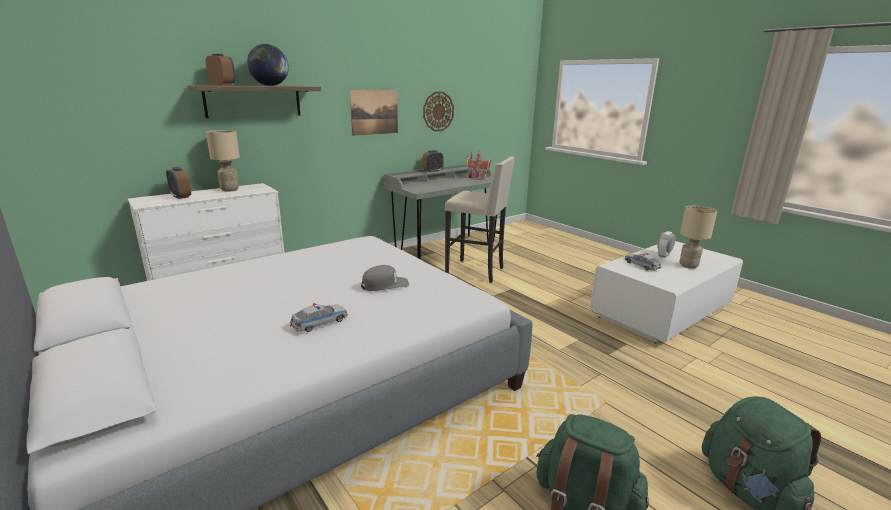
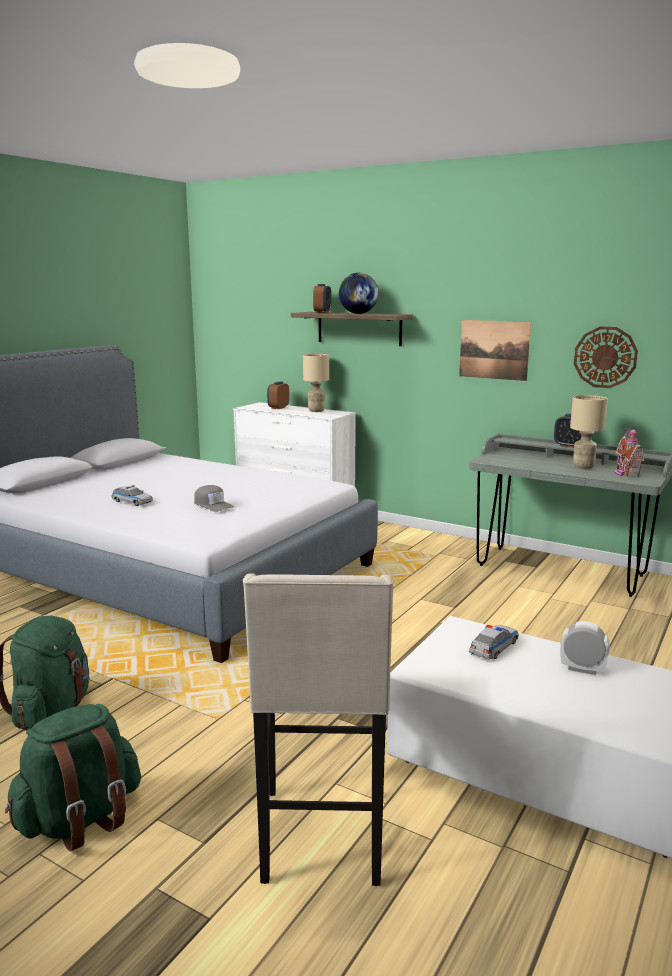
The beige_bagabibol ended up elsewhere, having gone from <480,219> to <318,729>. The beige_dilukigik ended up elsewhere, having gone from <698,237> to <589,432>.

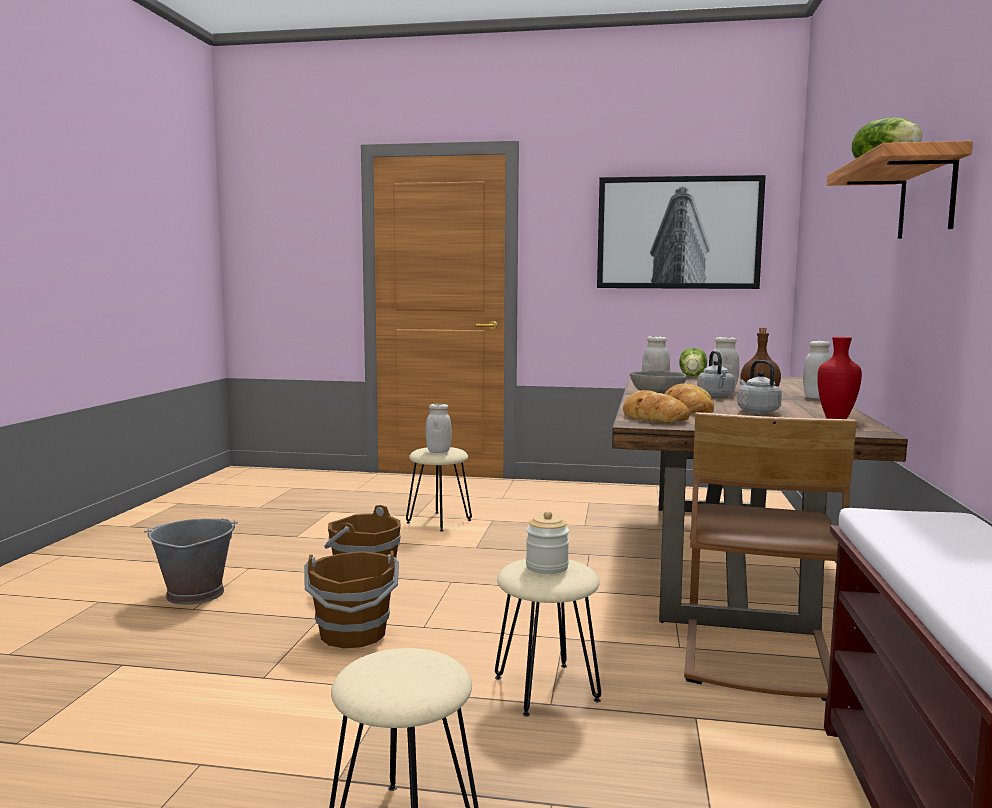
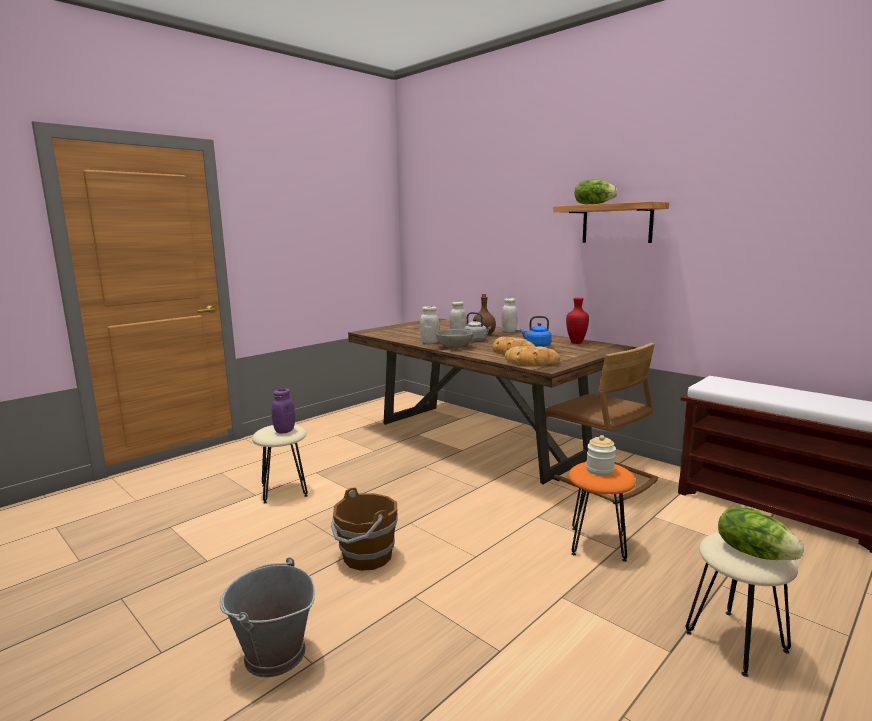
What was the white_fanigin at <439,428> turned into the purple_fanigin at <283,411>. What was the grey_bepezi at <759,386> turned into the blue_bepezi at <536,331>. What was the beige_bagabibol at <548,638> turned into the orange_bagabibol at <602,512>. The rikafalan ended up elsewhere, having gone from <693,362> to <761,533>. The second view lost the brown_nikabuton at <351,599>. The second view lost the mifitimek at <681,232>.

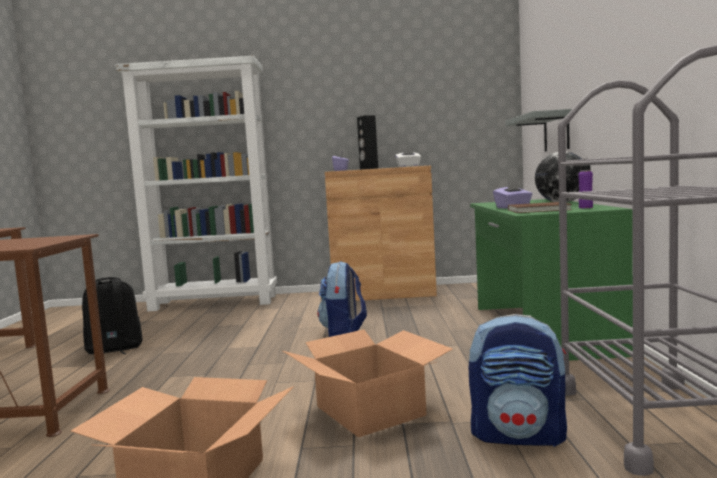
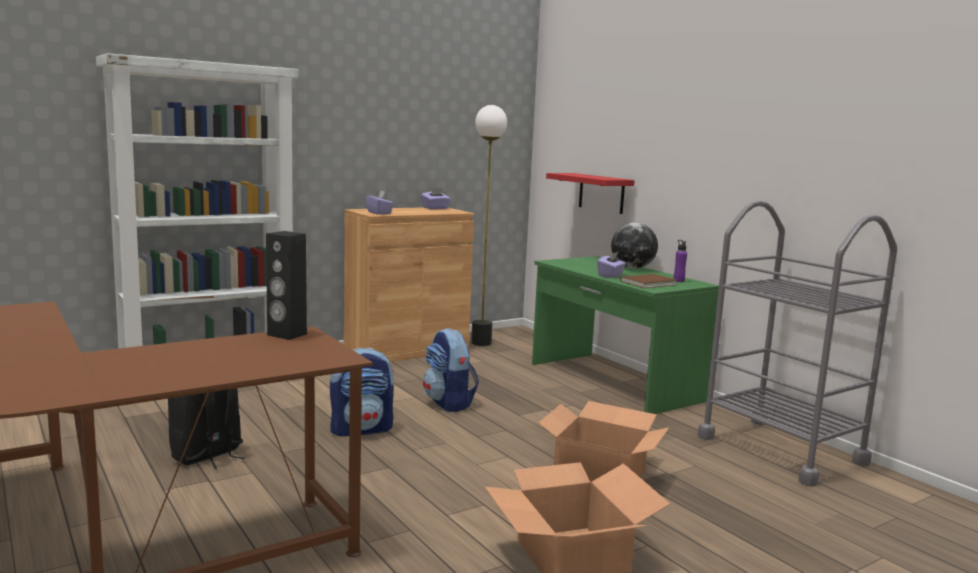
The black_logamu ended up elsewhere, having gone from <367,143> to <286,285>. The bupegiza ended up elsewhere, having gone from <518,380> to <362,392>. What was the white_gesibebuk at <408,157> turned into the purple_gesibebuk at <436,198>. The second view gained the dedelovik at <489,225>. What was the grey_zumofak at <538,130> turned into the red_zumofak at <590,193>.

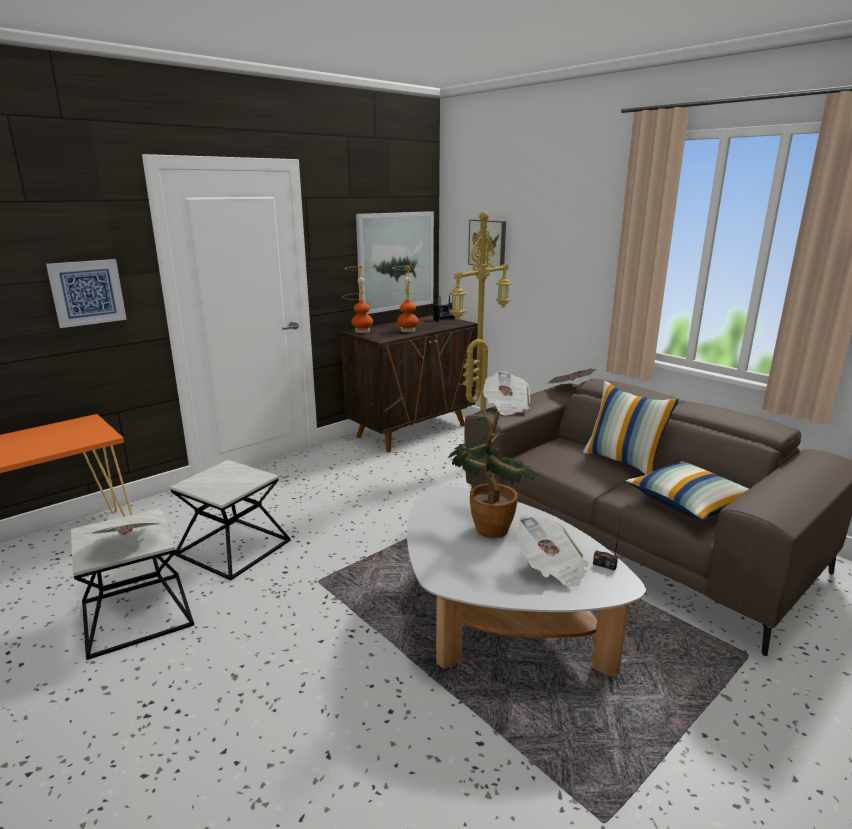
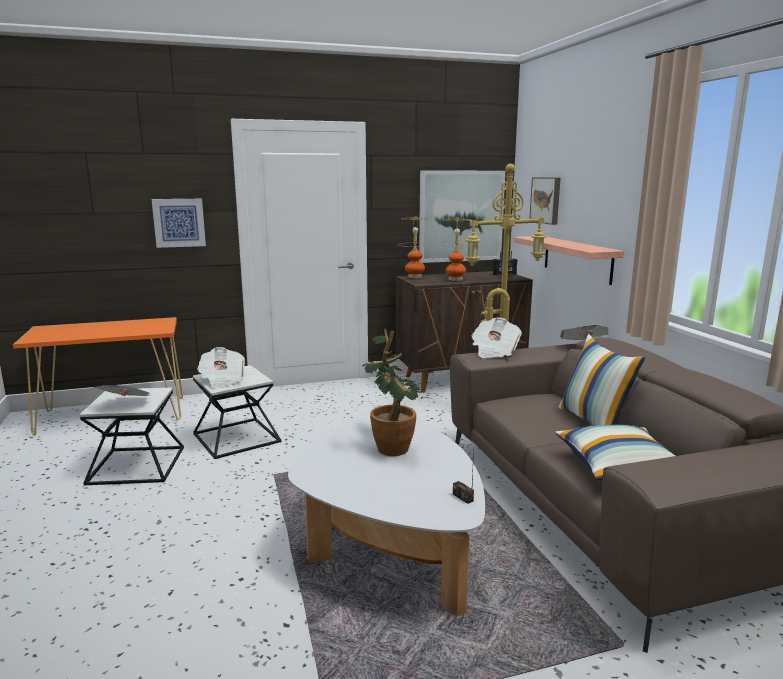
The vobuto ended up elsewhere, having gone from <552,552> to <221,368>. The second view gained the zumofak at <568,260>.

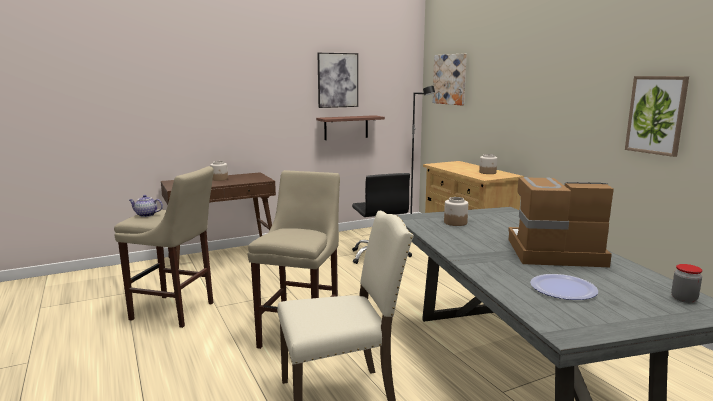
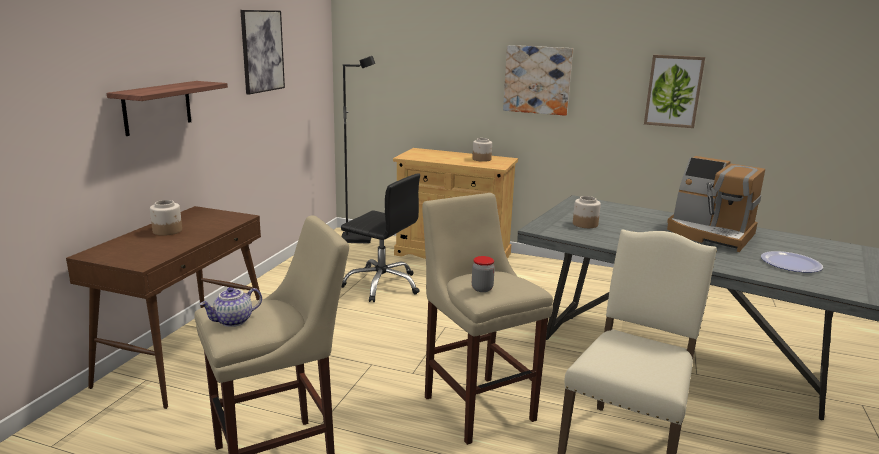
The zumofak ended up elsewhere, having gone from <350,127> to <167,108>. The fanigin ended up elsewhere, having gone from <686,283> to <483,274>. The mifitimek ended up elsewhere, having gone from <450,79> to <538,80>. The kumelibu at <561,222> ended up facing another way, 105 degrees counterclockwise from before.

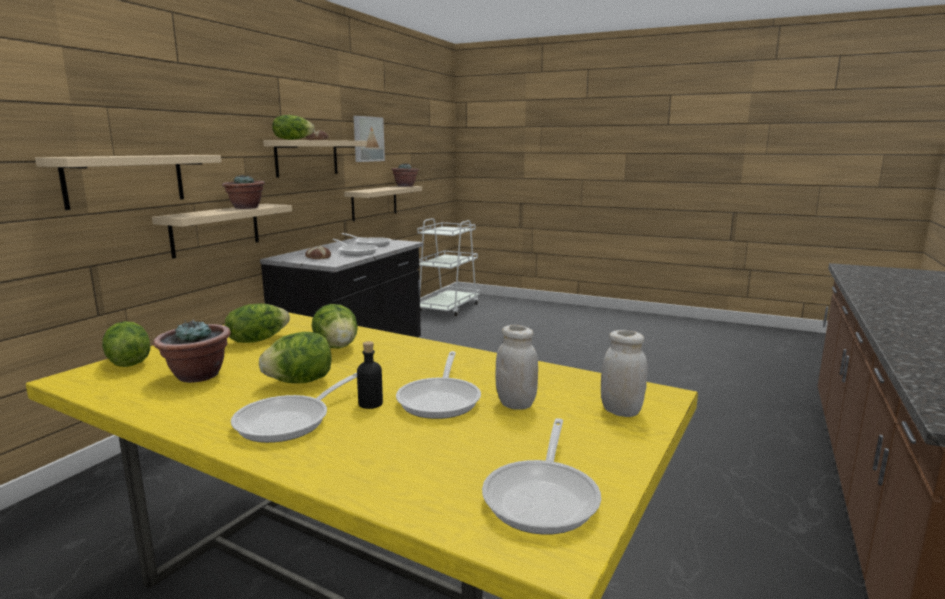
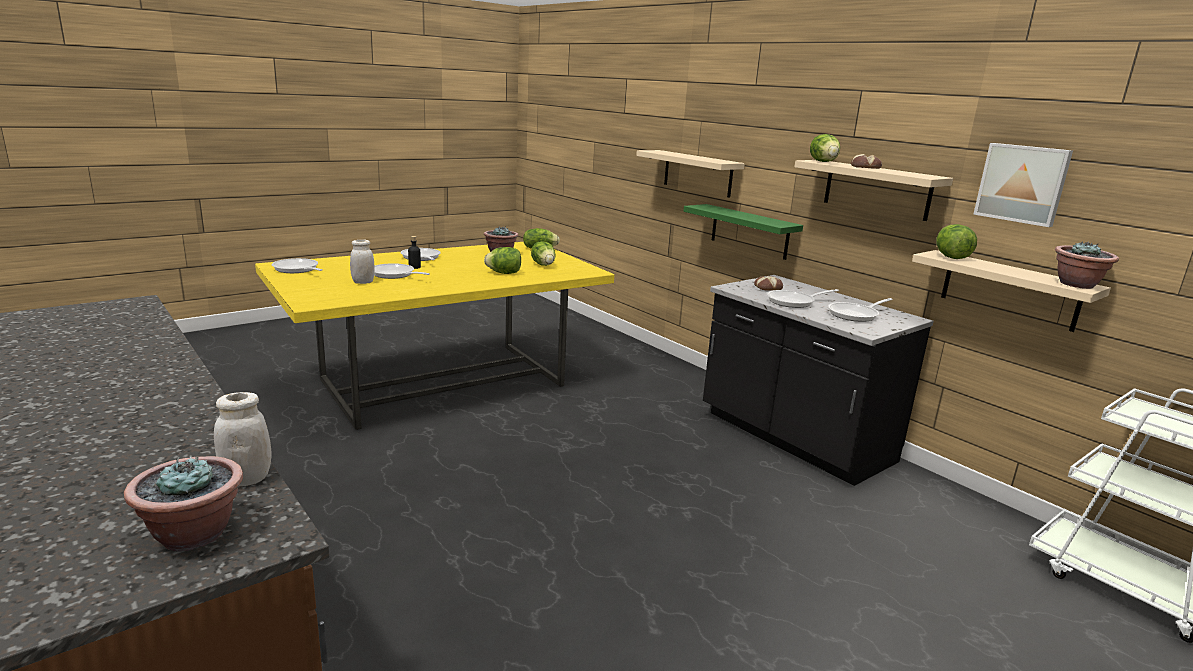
The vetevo ended up elsewhere, having gone from <243,191> to <183,503>. The white_fanigin ended up elsewhere, having gone from <624,373> to <242,439>. What was the beige_zumofak at <222,231> turned into the green_zumofak at <743,232>. The rikafalan ended up elsewhere, having gone from <295,357> to <956,241>.

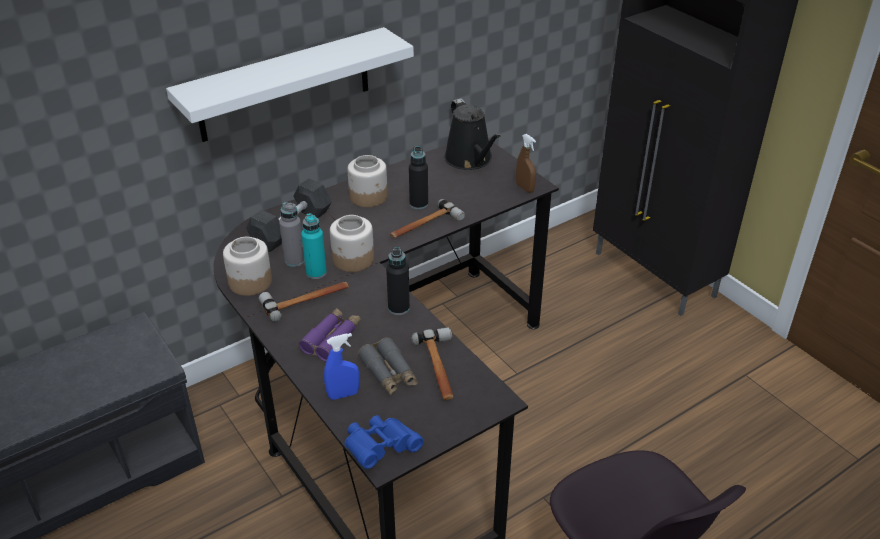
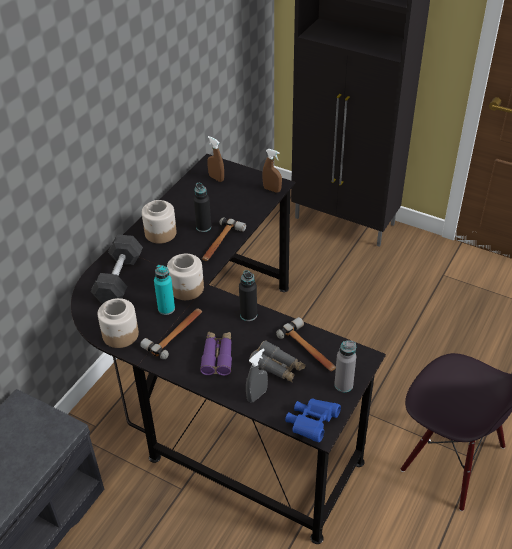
Where the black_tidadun stood at <472,134>, the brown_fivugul came to stand at <215,159>. What was the blue_fivugul at <342,366> turned into the grey_fivugul at <257,375>. The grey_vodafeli ended up elsewhere, having gone from <292,234> to <345,366>. The second view lost the white_zumofak at <290,84>.

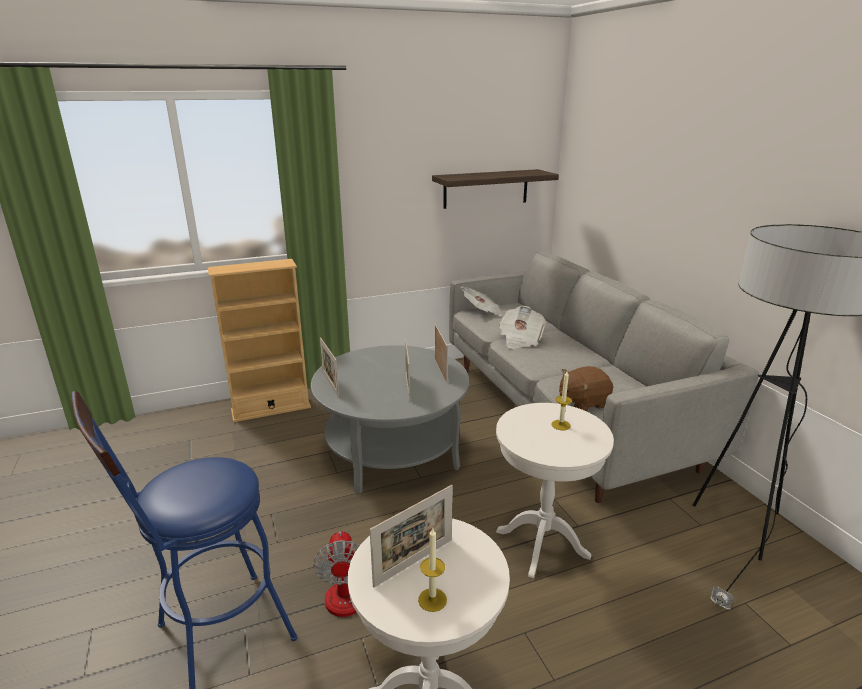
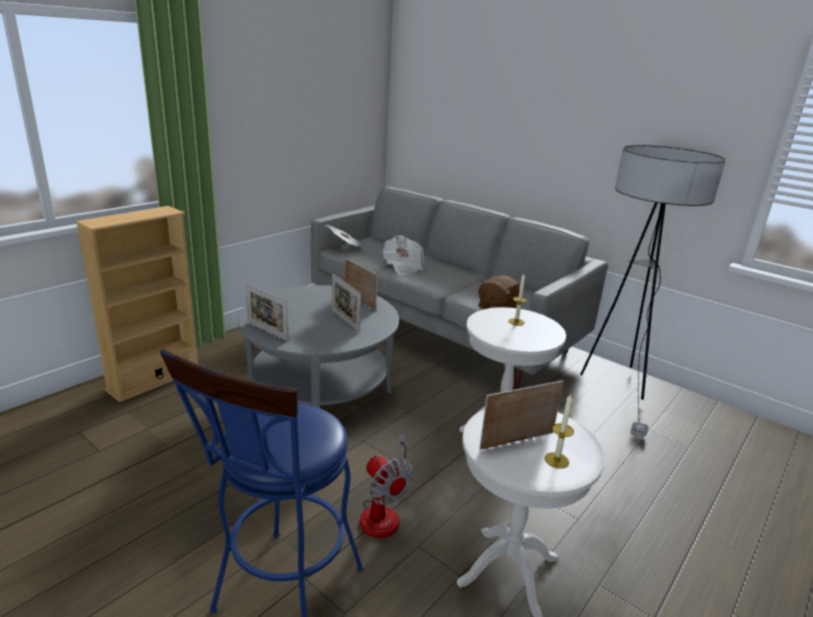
The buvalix at <411,536> ended up facing another way, 135 degrees counterclockwise from before. The second view lost the zumofak at <495,189>.

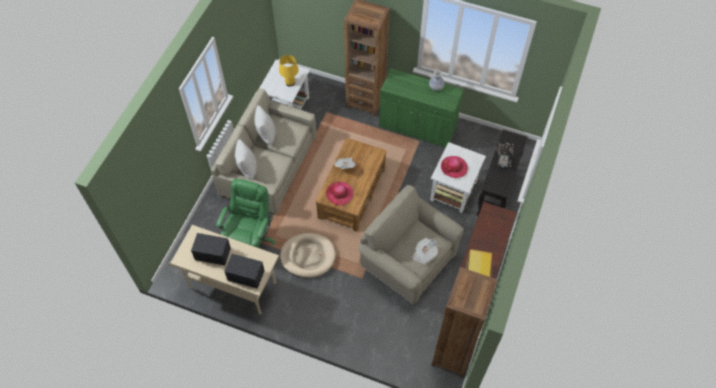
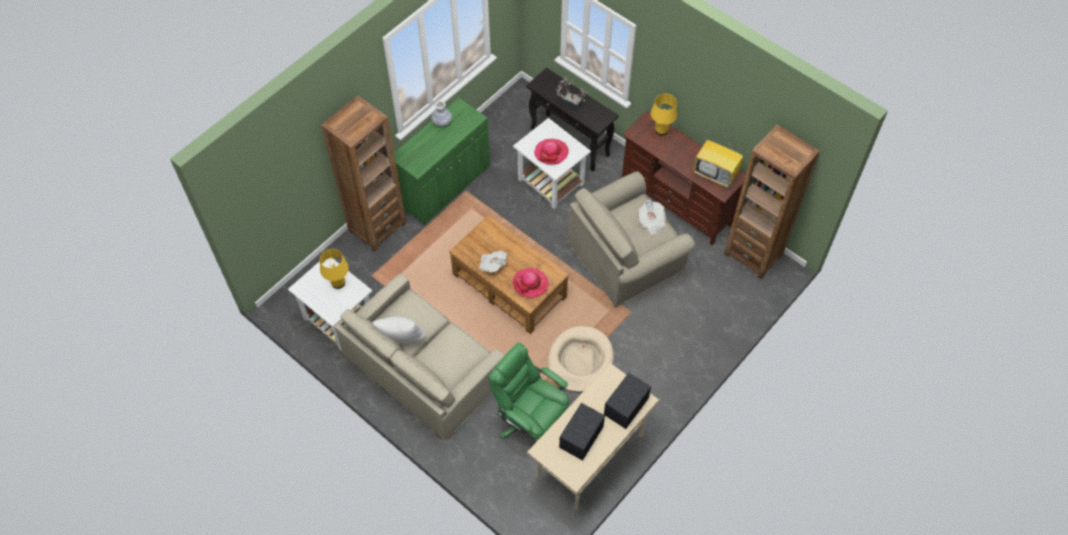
The second view gained the yellow_dilukigik at <664,114>. The second view lost the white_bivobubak at <246,159>.

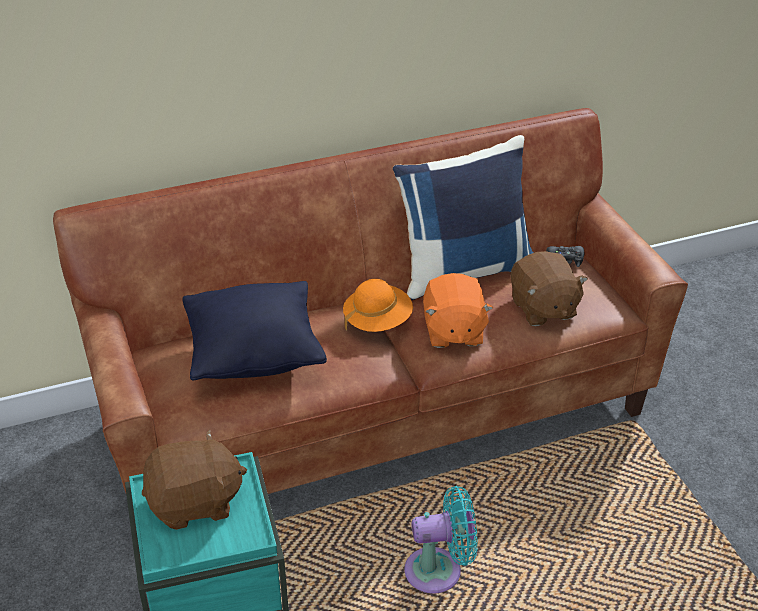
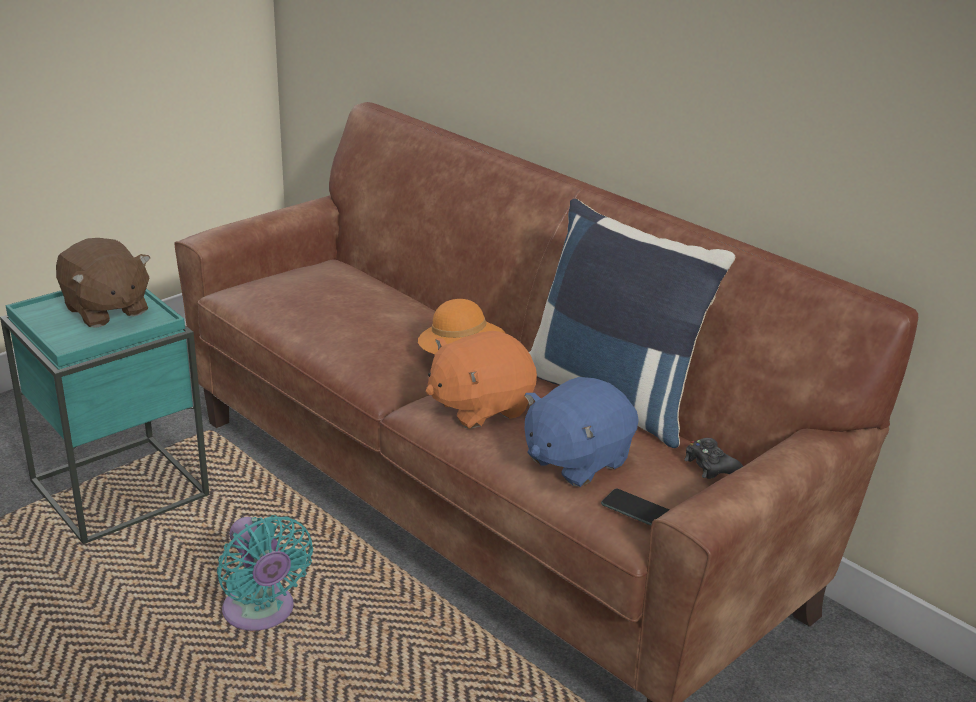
What was the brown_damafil at <549,288> turned into the blue_damafil at <582,432>. The second view gained the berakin at <635,507>. The second view lost the black_bivobubak at <254,330>.

